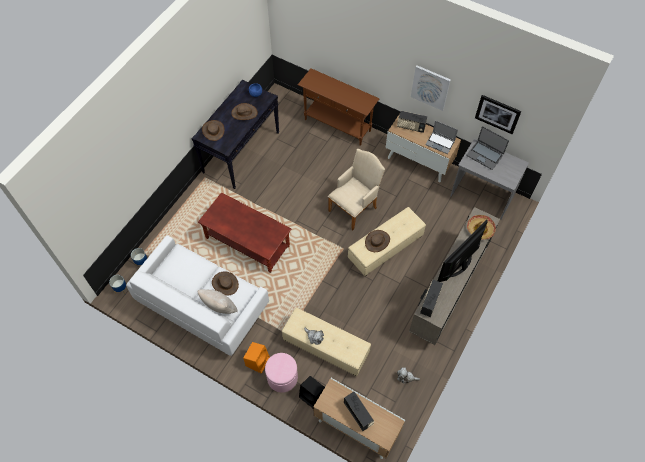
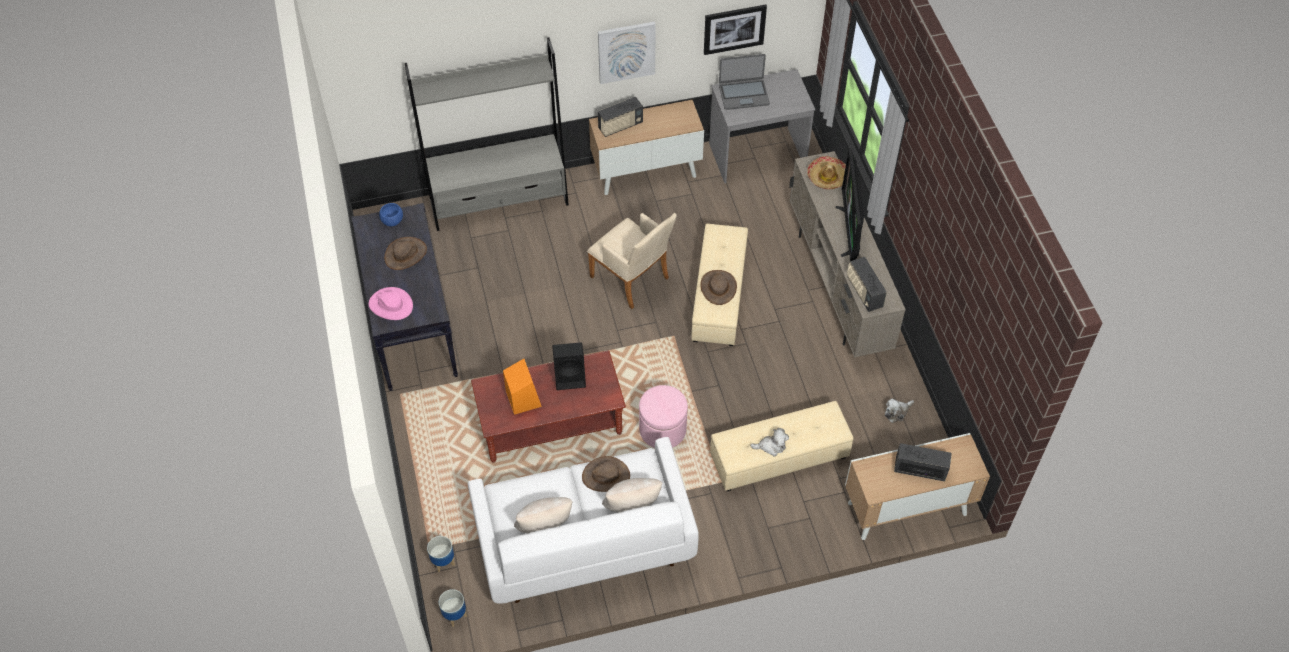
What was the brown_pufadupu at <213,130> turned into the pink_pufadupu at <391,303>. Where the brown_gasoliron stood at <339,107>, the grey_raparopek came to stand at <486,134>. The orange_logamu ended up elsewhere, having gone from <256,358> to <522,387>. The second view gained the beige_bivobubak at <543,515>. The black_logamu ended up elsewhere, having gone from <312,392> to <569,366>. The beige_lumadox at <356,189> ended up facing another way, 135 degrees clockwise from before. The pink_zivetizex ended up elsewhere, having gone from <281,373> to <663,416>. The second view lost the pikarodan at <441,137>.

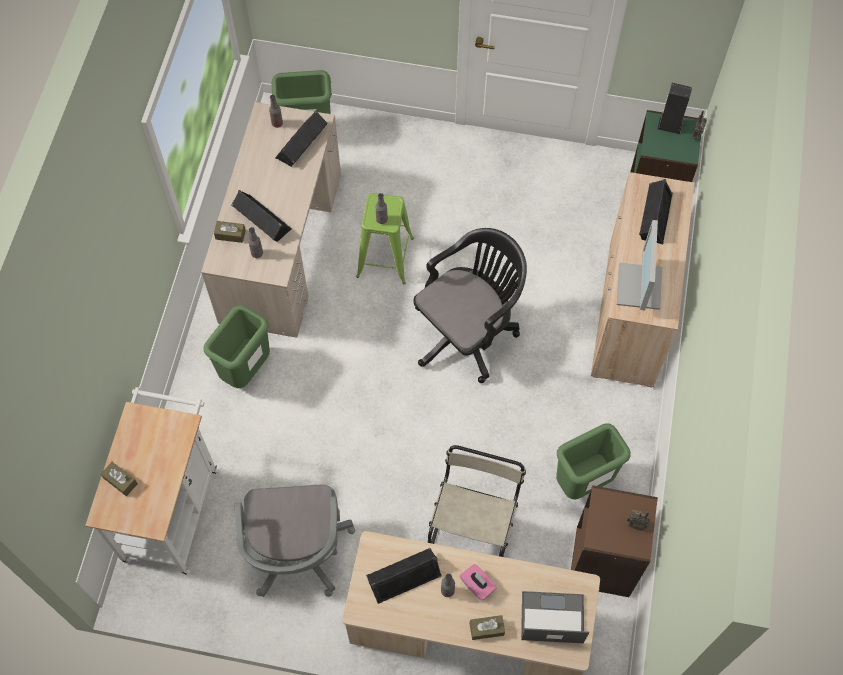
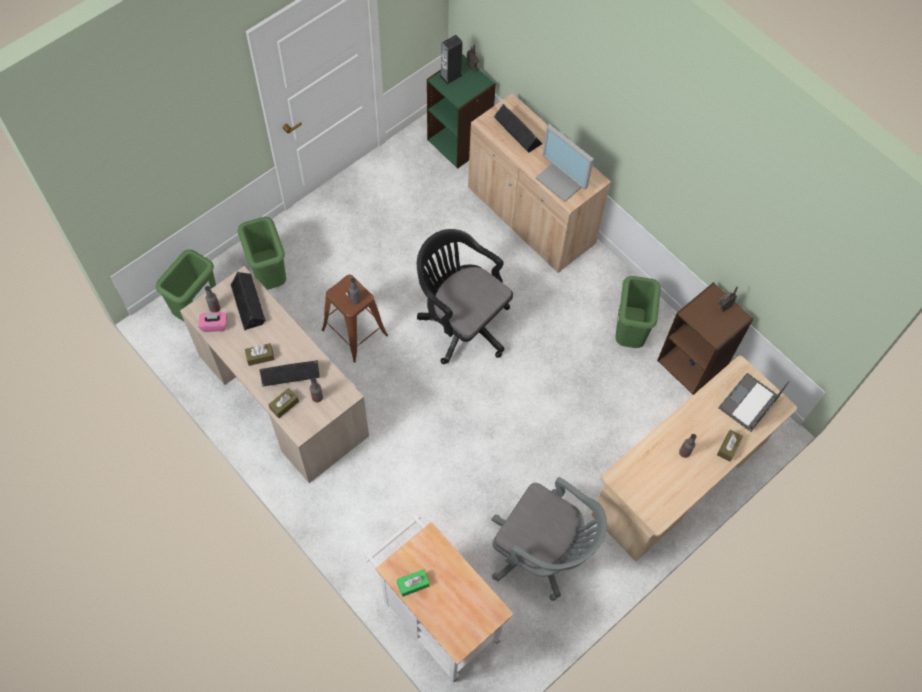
The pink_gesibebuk ended up elsewhere, having gone from <478,582> to <212,322>. The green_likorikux ended up elsewhere, having gone from <236,346> to <262,253>. The brown_gesibebuk ended up elsewhere, having gone from <119,479> to <260,354>. What was the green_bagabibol at <385,238> turned into the brown_bagabibol at <355,318>. The second view gained the green_gesibebuk at <413,583>. The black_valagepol at <470,305> ended up facing another way, 45 degrees counterclockwise from before. The second view lost the black_logamu at <404,576>. The second view lost the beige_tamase at <477,501>.

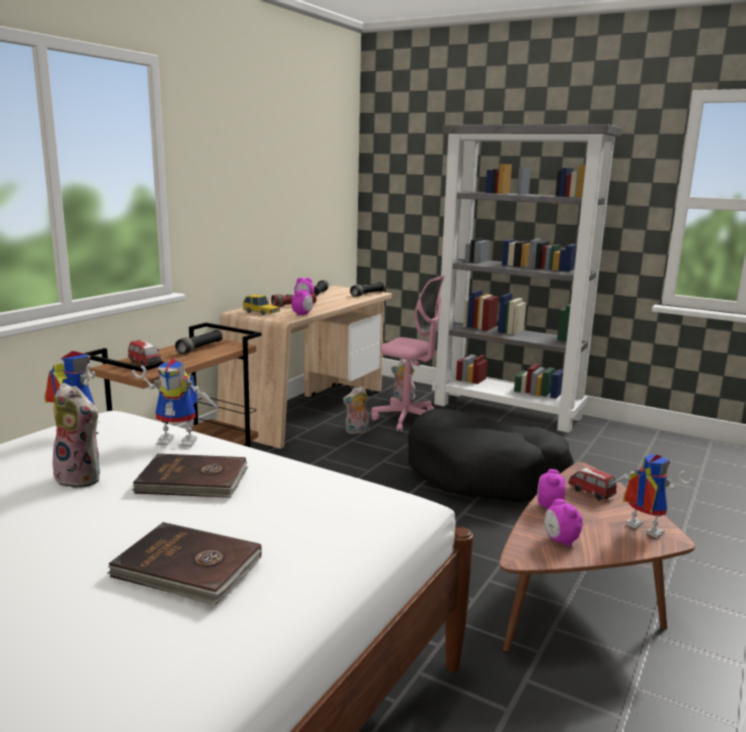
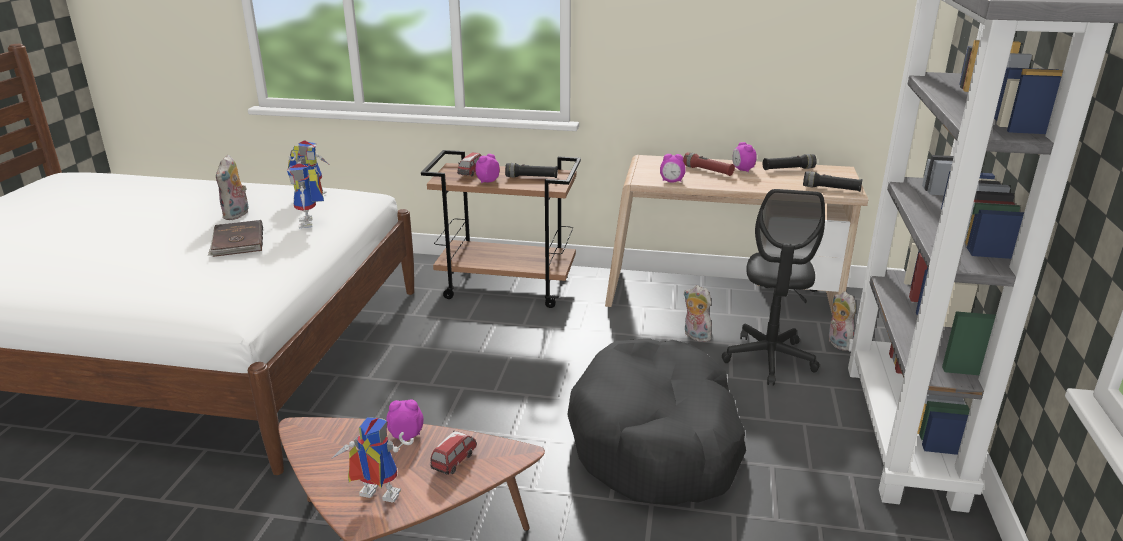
The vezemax at <651,496> ended up facing another way, 105 degrees counterclockwise from before. The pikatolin ended up elsewhere, having gone from <563,523> to <487,168>. What was the pink_valagepol at <408,354> turned into the black_valagepol at <773,287>. The second view lost the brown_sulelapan at <184,563>. The second view lost the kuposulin at <261,305>.

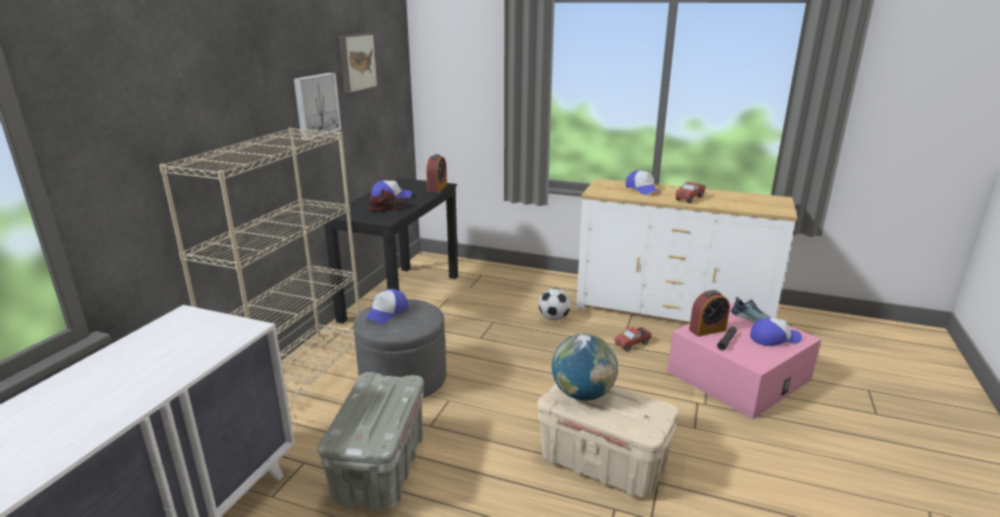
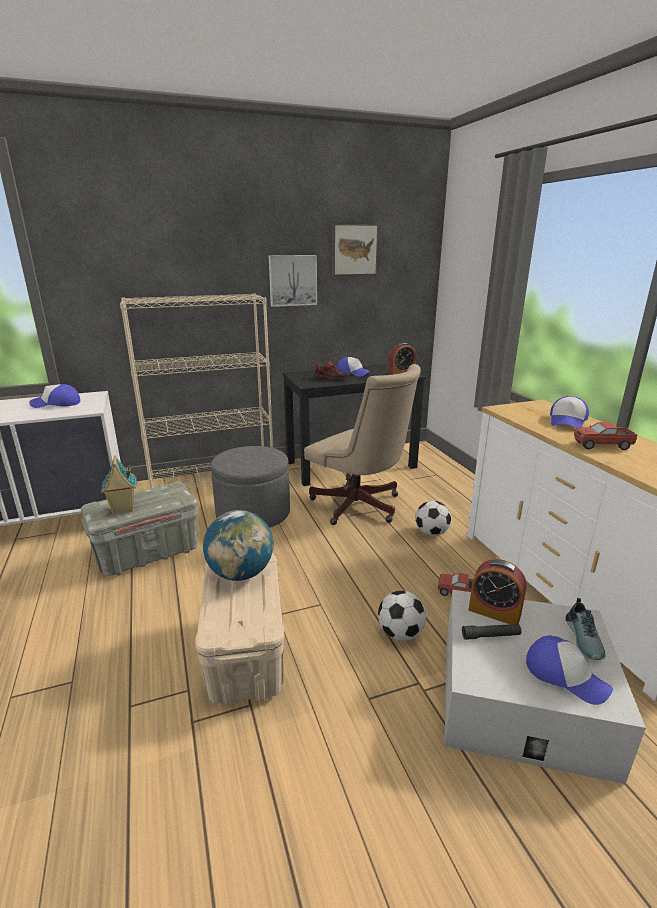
The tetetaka ended up elsewhere, having gone from <386,306> to <54,396>. The second view gained the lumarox at <119,485>. The second view gained the beige_valagepol at <362,444>. The second view gained the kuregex at <402,616>. What was the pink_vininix at <744,361> turned into the white_vininix at <545,686>.

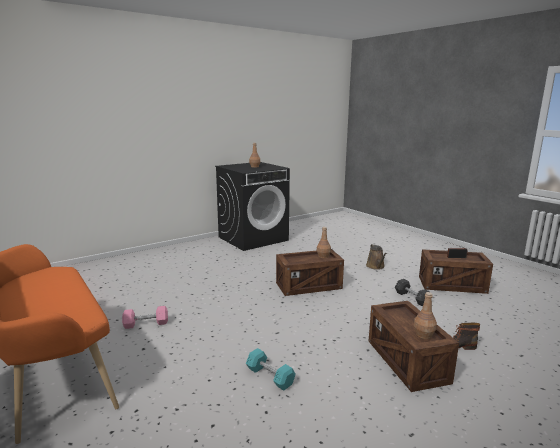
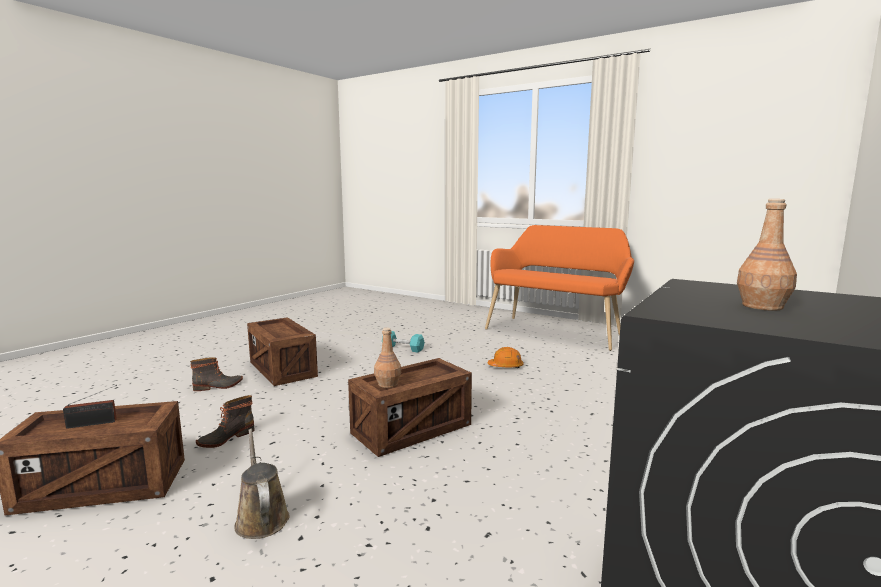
Where the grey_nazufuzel stood at <412,292>, the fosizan came to stand at <225,421>. The second view gained the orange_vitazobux at <505,357>. The second view lost the pink_nazufuzel at <145,317>. The second view lost the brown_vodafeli at <425,315>.

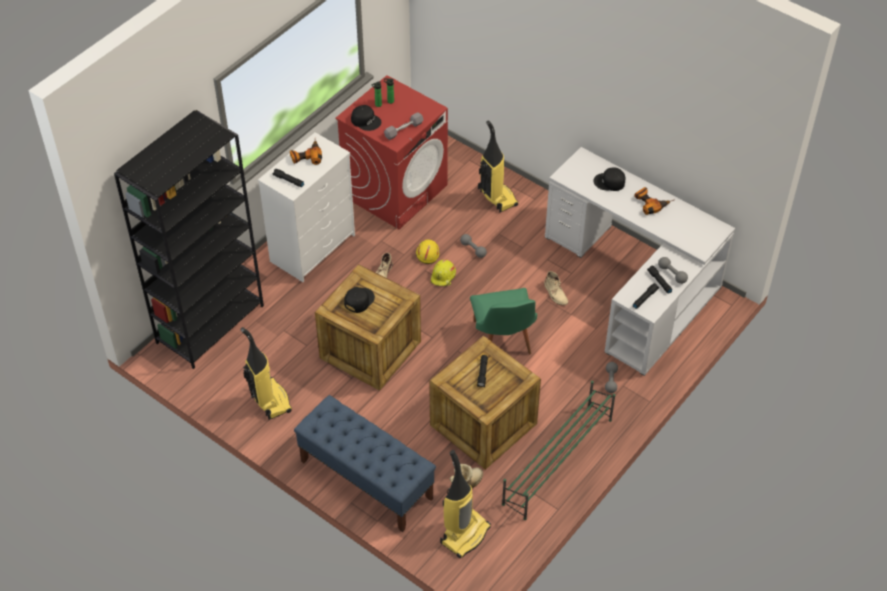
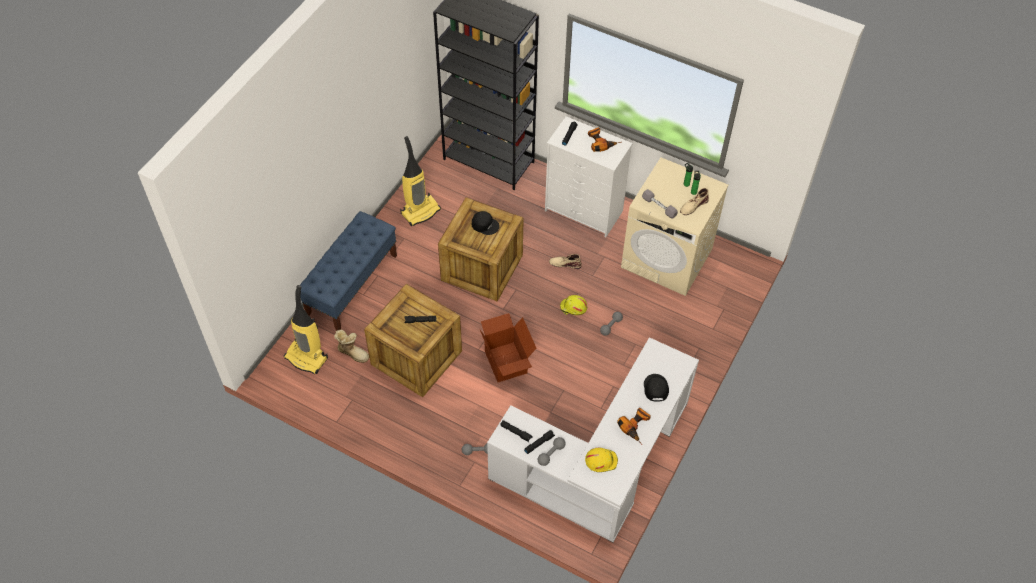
Where the green_tamase stood at <503,321>, the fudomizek came to stand at <508,347>. The yellow_vitazobux ended up elsewhere, having gone from <427,252> to <601,460>. What was the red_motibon at <391,152> turned into the beige_motibon at <675,226>. The beige_fosizan ended up elsewhere, having gone from <556,288> to <694,201>. The second view lost the black_tetetaka at <366,118>. The second view lost the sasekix at <498,166>. The second view lost the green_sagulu at <558,450>.

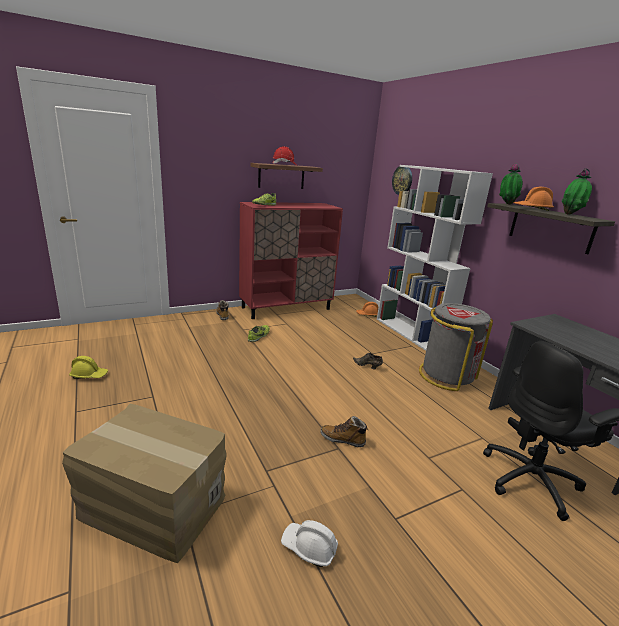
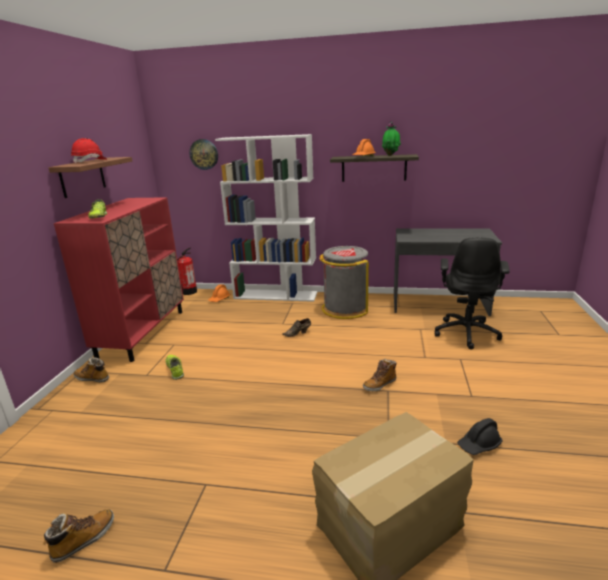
Where the yellow_vitazobux stood at <88,367>, the fosizan came to stand at <78,536>. The second view gained the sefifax at <187,271>. What was the white_vitazobux at <309,543> turned into the black_vitazobux at <480,436>. The second view lost the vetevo at <510,184>.

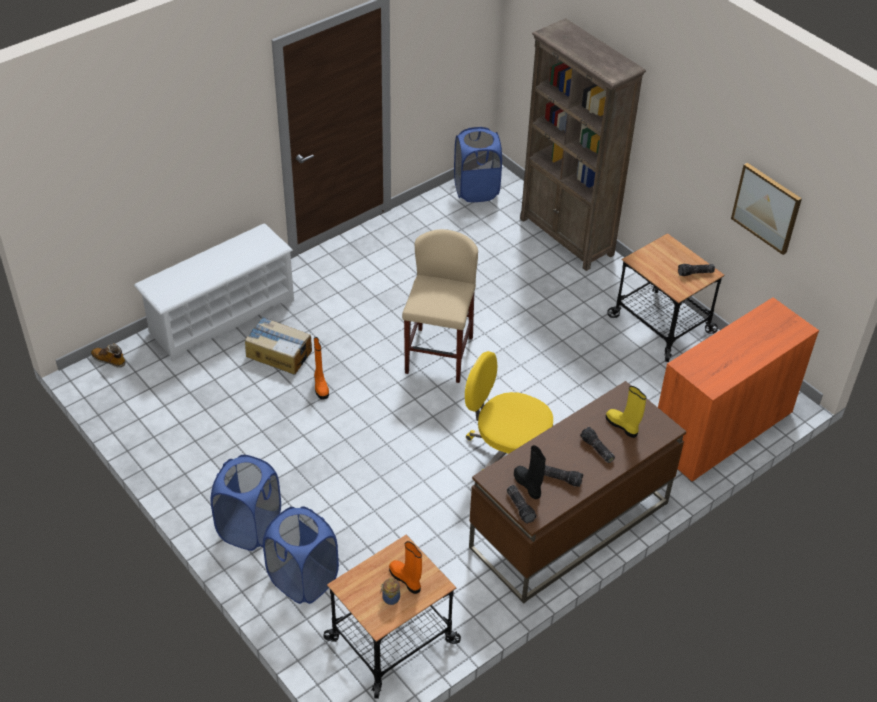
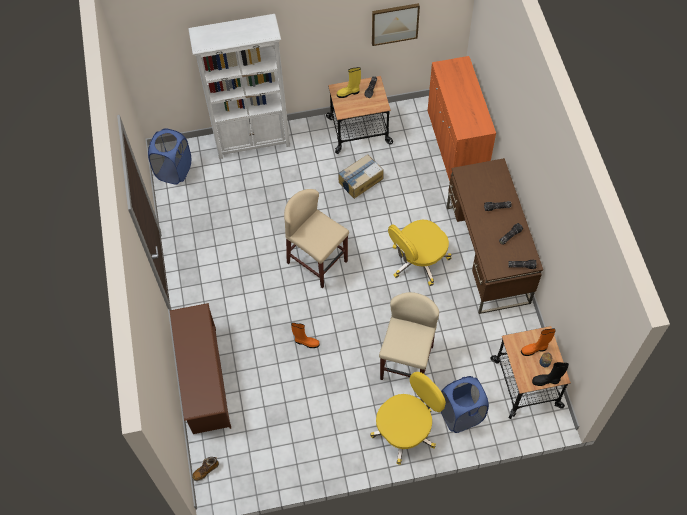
What was the white_sagulu at <214,292> turned into the brown_sagulu at <200,368>. What was the brown_raparopek at <583,144> turned into the white_raparopek at <239,86>. The yellow_fosizan ended up elsewhere, having gone from <626,412> to <349,82>. The fudomizek ended up elsewhere, having gone from <278,346> to <361,176>. Where the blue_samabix stood at <246,503>, the yellow_valagepol came to stand at <408,418>. The second view gained the beige_bagabibol at <409,336>. The black_fosizan ended up elsewhere, having gone from <530,472> to <550,374>.

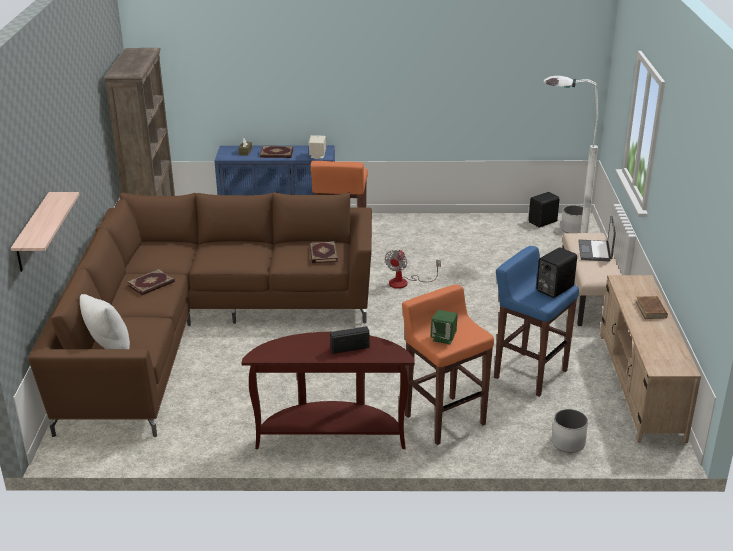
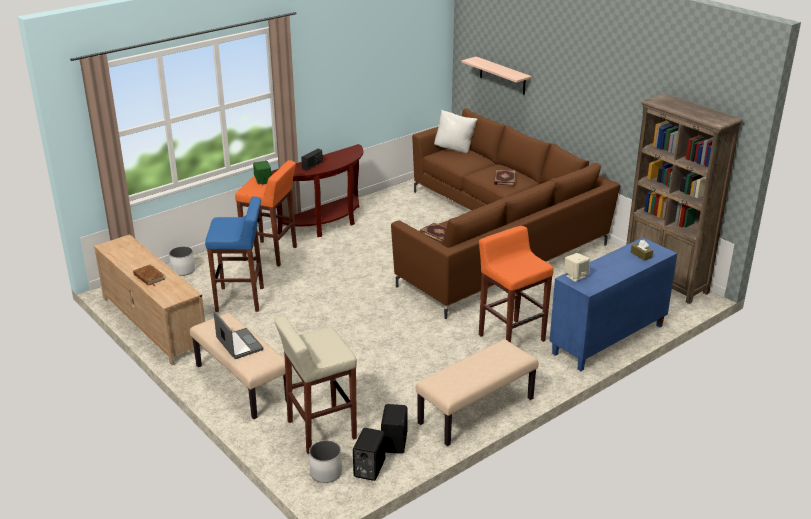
Where the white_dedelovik stood at <571,154>, the beige_bagabibol came to stand at <316,384>. The black_logamu ended up elsewhere, having gone from <556,272> to <394,429>. The second view gained the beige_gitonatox at <477,392>. The second view lost the sulelapan at <277,152>. The second view lost the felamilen at <413,269>.

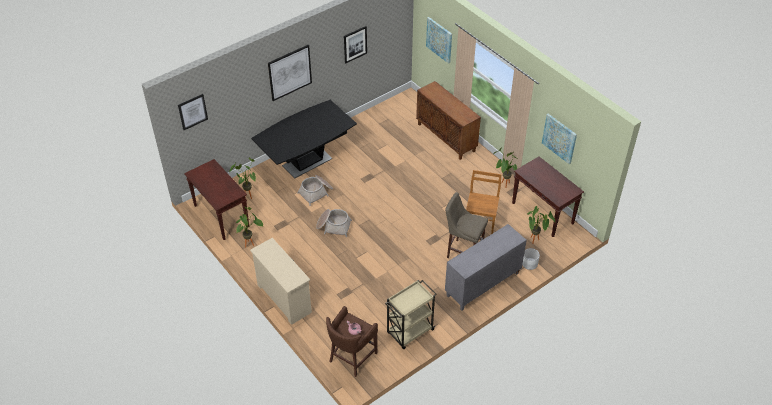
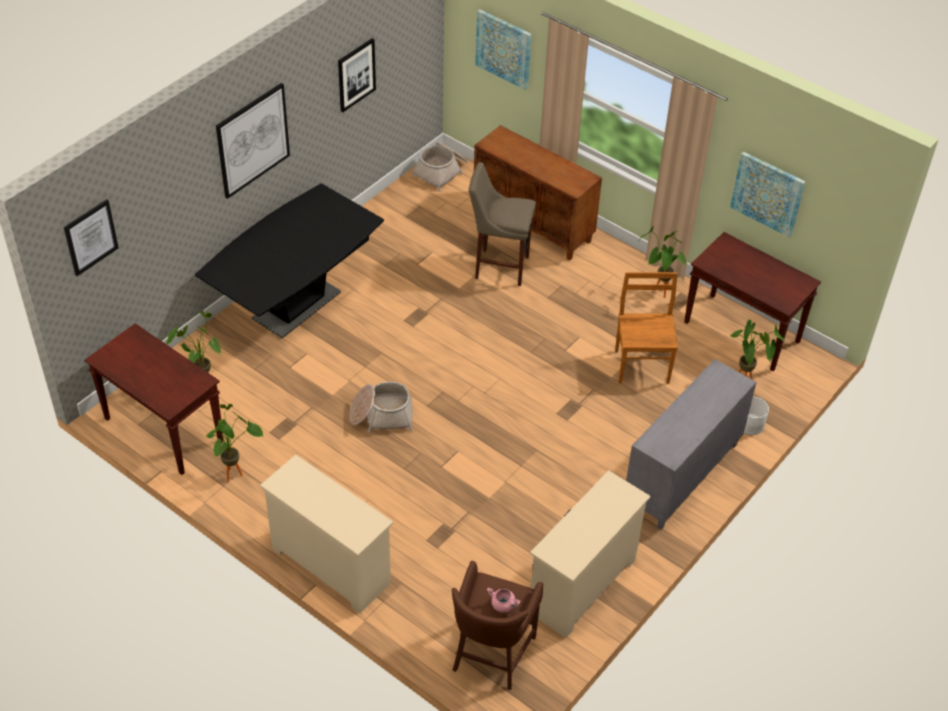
The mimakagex ended up elsewhere, having gone from <315,190> to <439,167>. The beige_bagabibol ended up elsewhere, having gone from <466,225> to <502,224>. Where the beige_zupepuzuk stood at <411,314>, the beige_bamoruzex came to stand at <590,554>.

